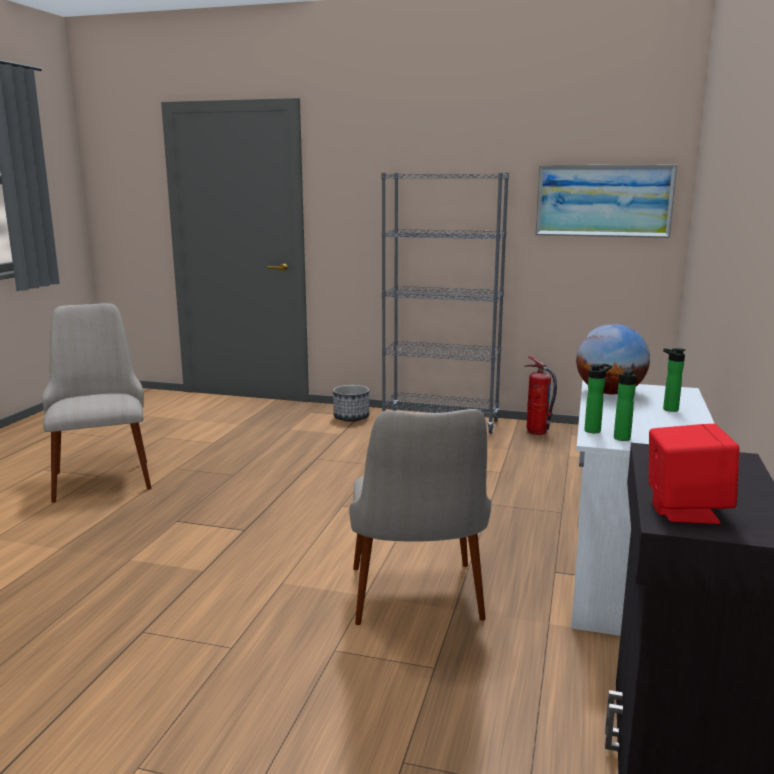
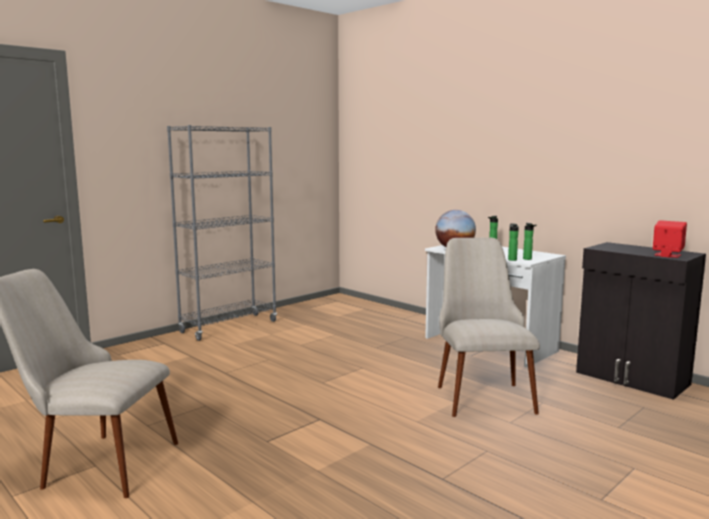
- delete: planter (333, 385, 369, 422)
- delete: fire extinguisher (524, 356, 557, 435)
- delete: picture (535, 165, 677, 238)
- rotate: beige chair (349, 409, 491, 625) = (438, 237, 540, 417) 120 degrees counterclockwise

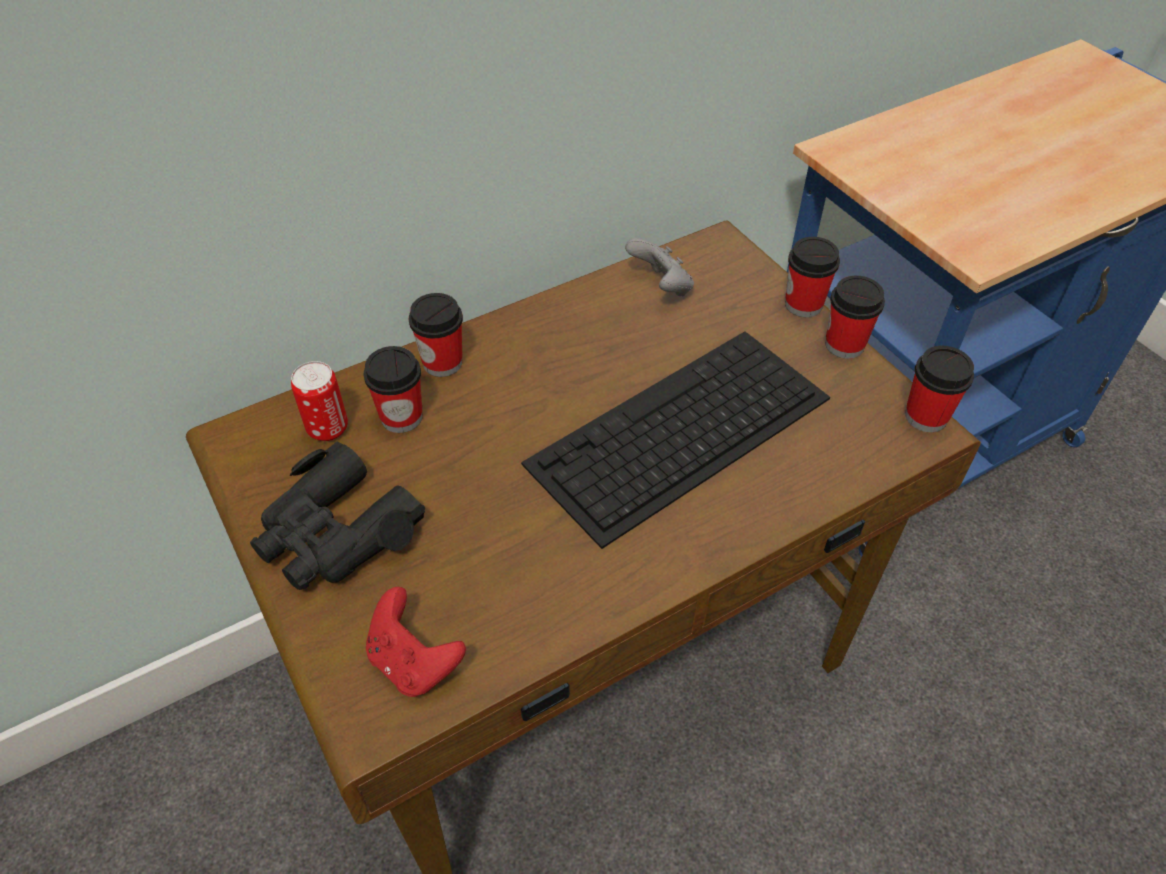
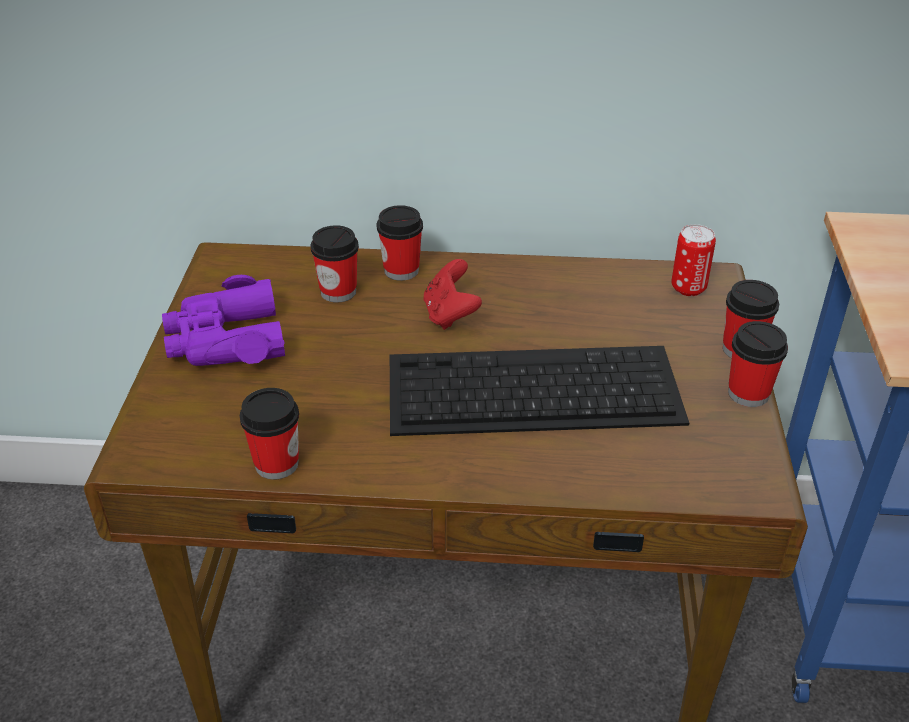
- delete: grey game controller (625, 238, 694, 297)
- move: can (291, 361, 348, 441) to (671, 224, 716, 296)
- move: red game controller (366, 587, 466, 697) to (423, 259, 482, 330)
- move: cup (905, 346, 974, 432) to (240, 388, 299, 480)
- recolor: black binoculars (250, 441, 425, 590) to purple binoculars (162, 275, 285, 366)

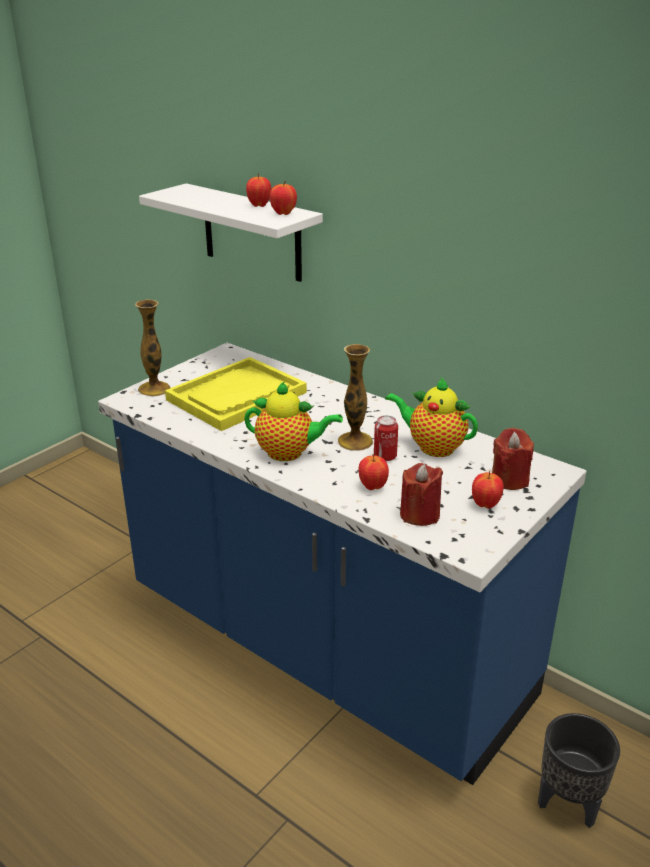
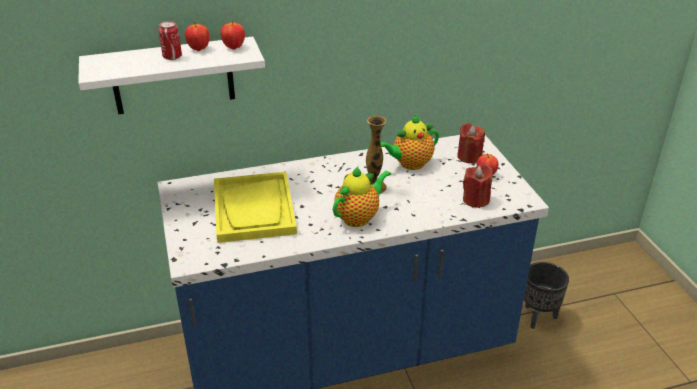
- delete: vase (135, 300, 171, 396)
- delete: apple (358, 454, 389, 490)
- move: can (374, 415, 398, 461) to (158, 21, 182, 60)

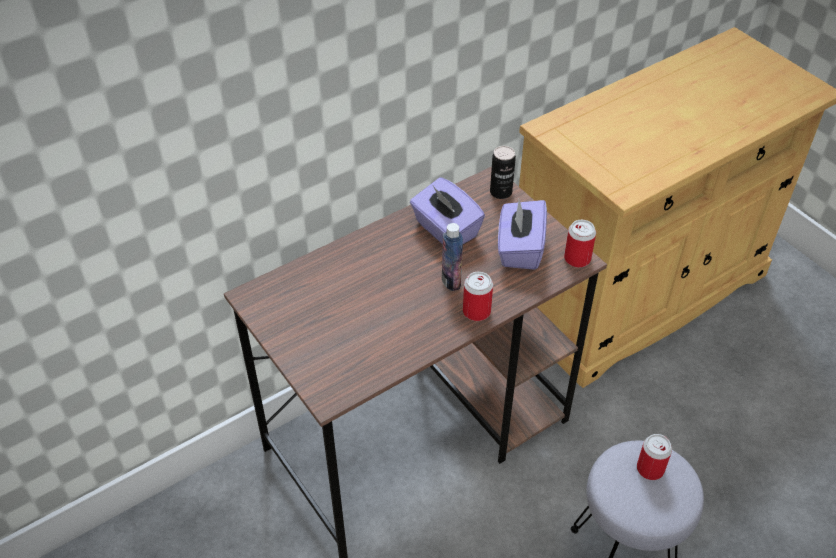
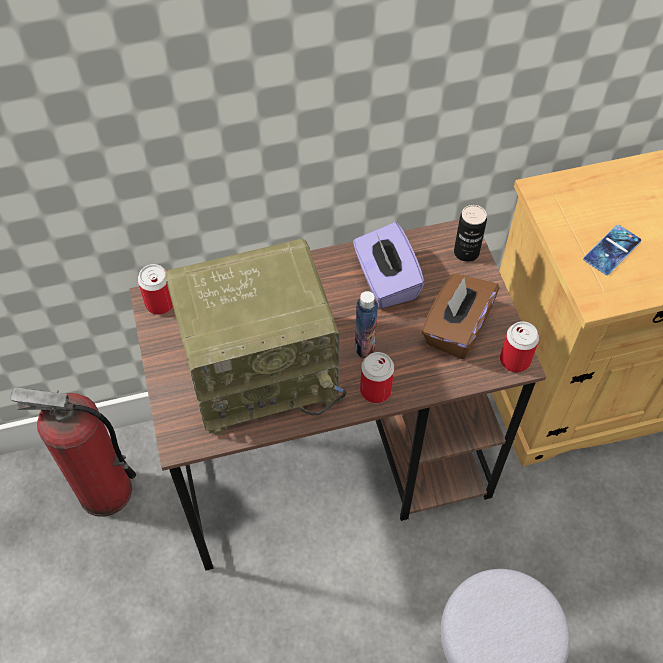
- insert: fire extinguisher (11, 387, 136, 517)
- insert: radio (165, 238, 347, 435)
- insert: phone (583, 225, 641, 275)
- move: can (637, 434, 672, 480) to (138, 264, 173, 315)
- recolor: purple tissue box (498, 200, 547, 270) to brown tissue box (422, 274, 499, 359)

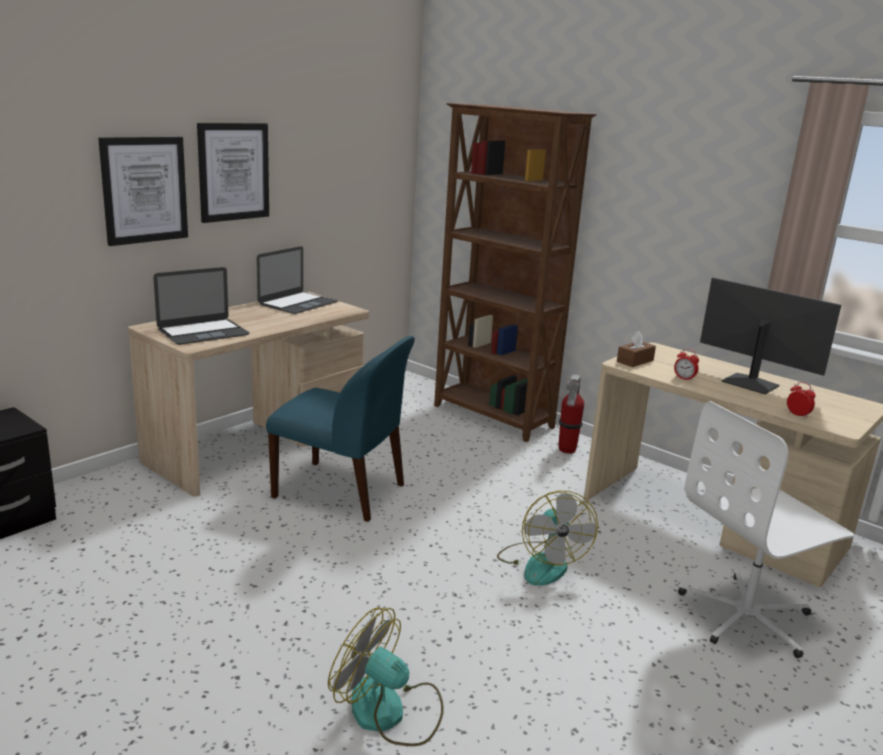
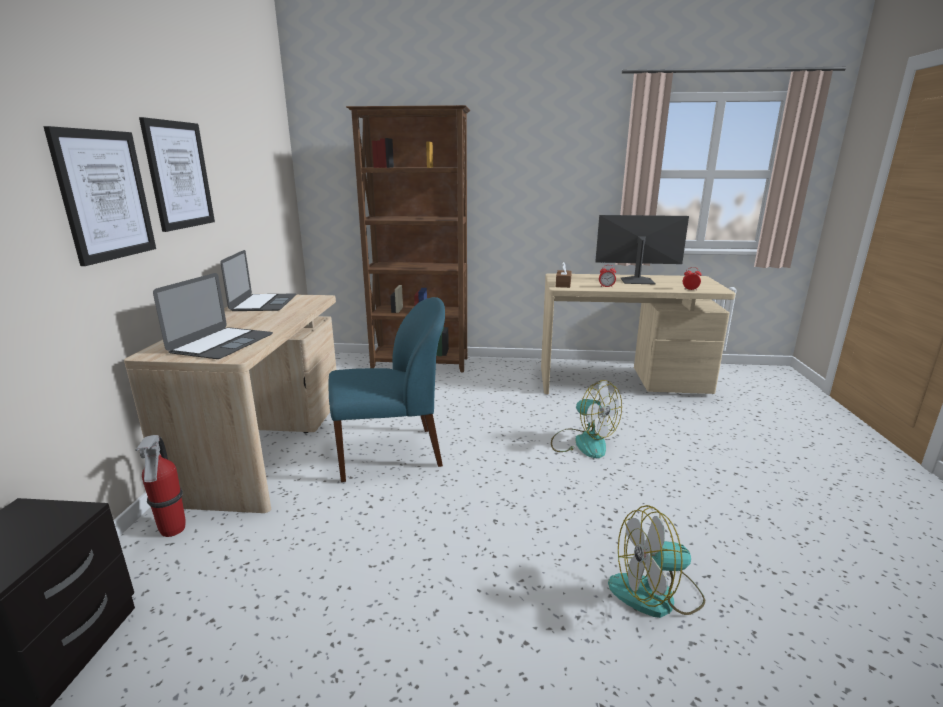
- delete: white office chair (678, 401, 854, 658)
- move: fire extinguisher (559, 375, 584, 454) to (135, 435, 186, 537)

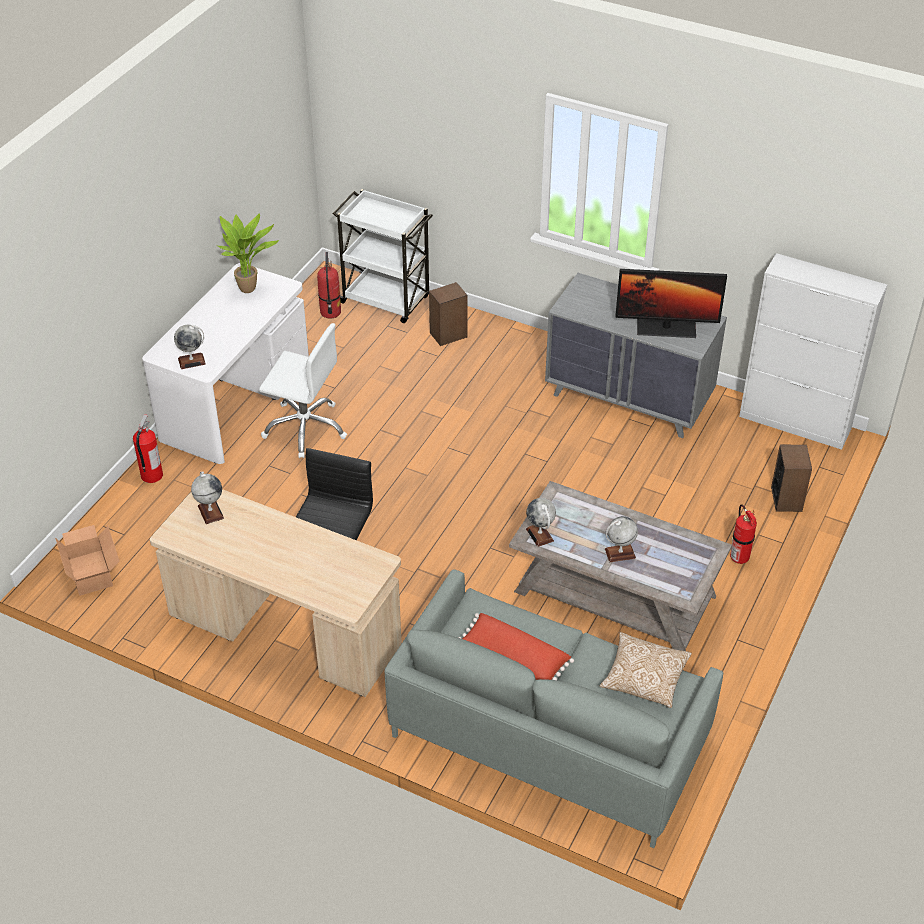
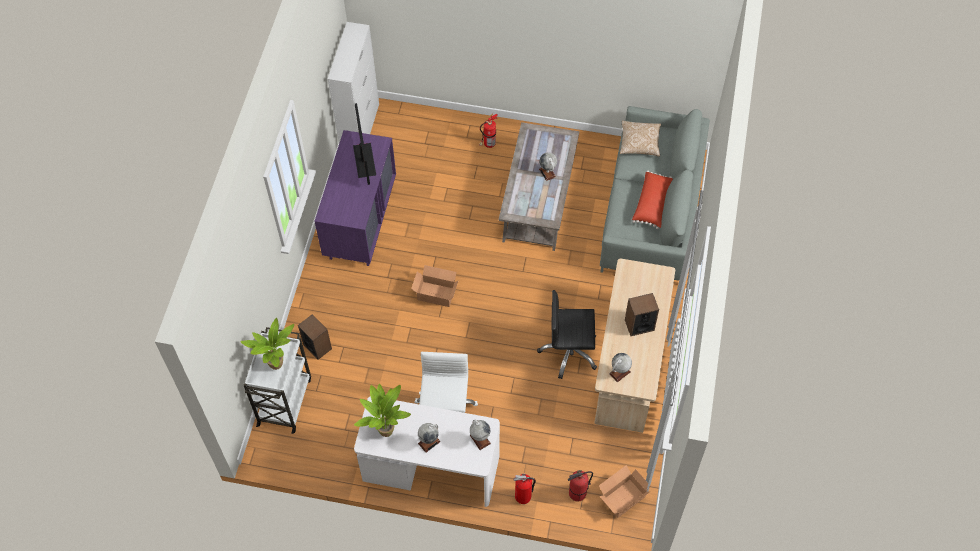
- insert: potted plant (240, 318, 294, 370)
- insert: cardboard box (411, 265, 459, 307)
- move: fire extinguisher (317, 252, 341, 318) to (568, 470, 593, 501)
- move: globe (526, 498, 556, 547) to (418, 423, 441, 453)
- move: speaker (771, 445, 812, 512) to (625, 293, 659, 336)
- recolor: grey dresser (545, 273, 727, 438) to purple dresser (314, 130, 396, 266)

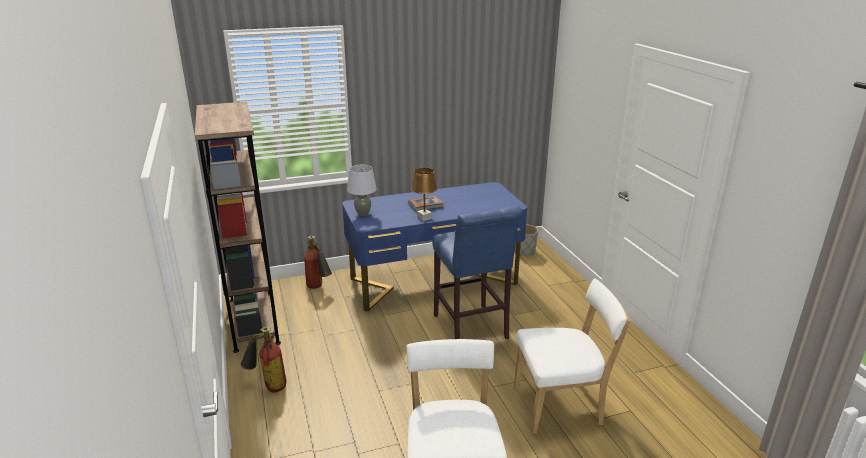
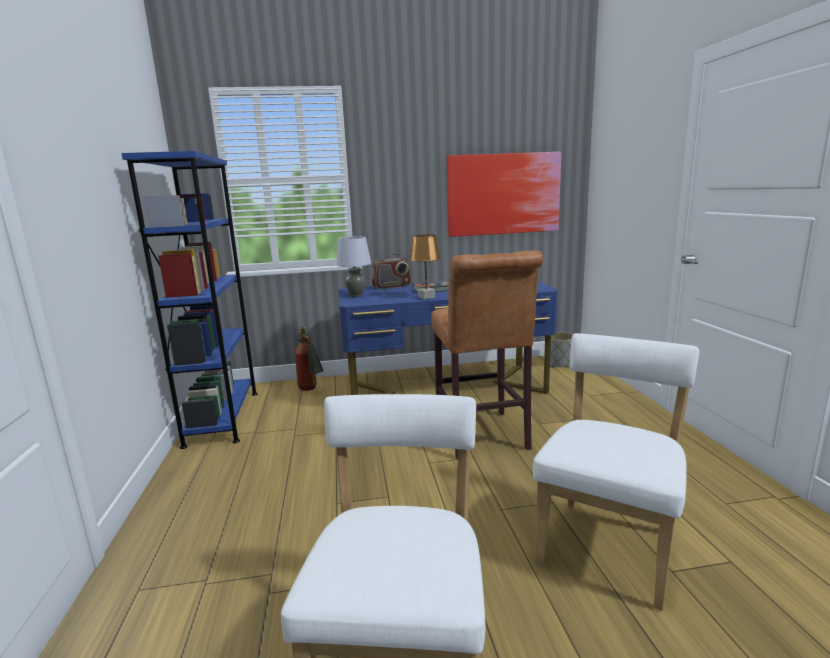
- delete: fire extinguisher (241, 326, 287, 392)
- insert: radio (372, 253, 411, 289)
- insert: picture (447, 152, 561, 237)
- recolor: brown bookcase (195, 102, 281, 353) to blue bookcase (121, 151, 258, 449)
- recolor: blue stool (432, 206, 523, 339) to brown stool (431, 251, 543, 459)
- rotate: white chair (514, 278, 631, 434) = (533, 333, 699, 611) 60 degrees counterclockwise

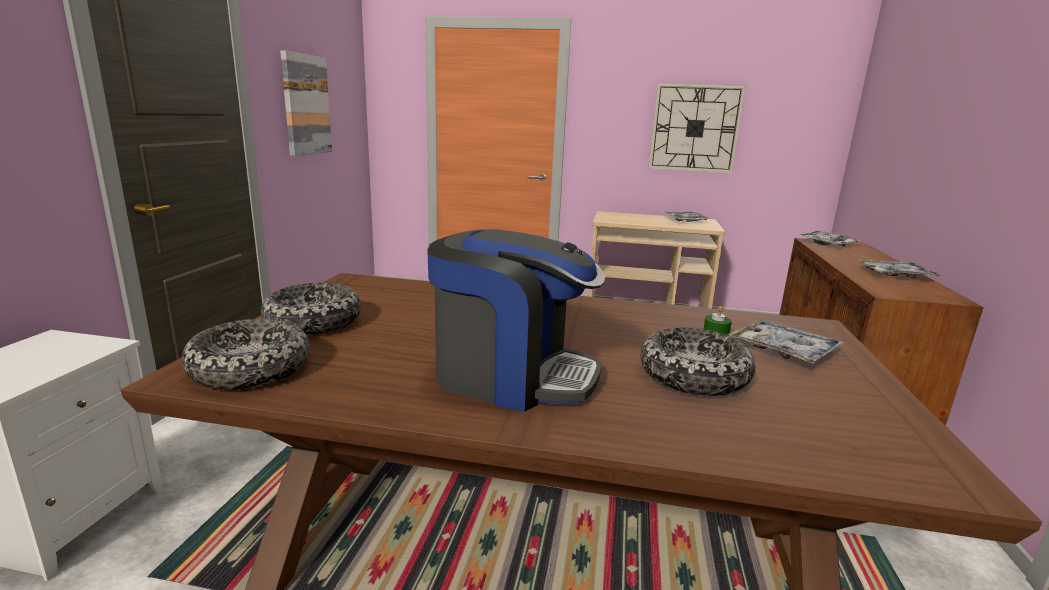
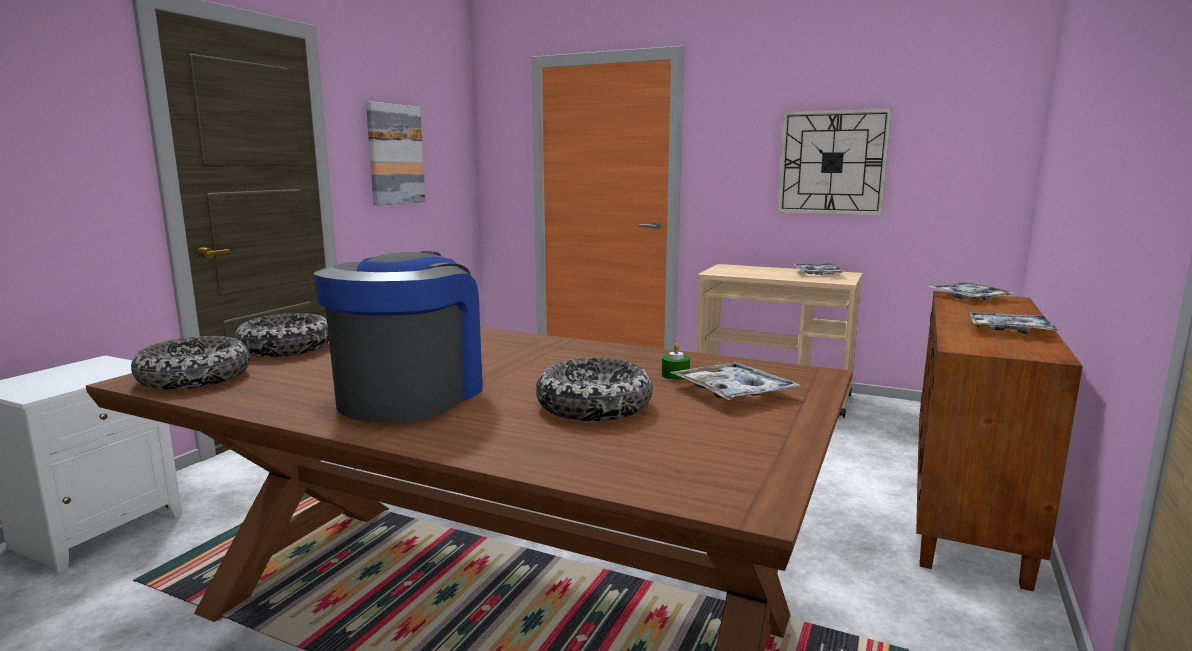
- rotate: coffee machine (427, 229, 605, 412) = (314, 251, 483, 423) 105 degrees counterclockwise

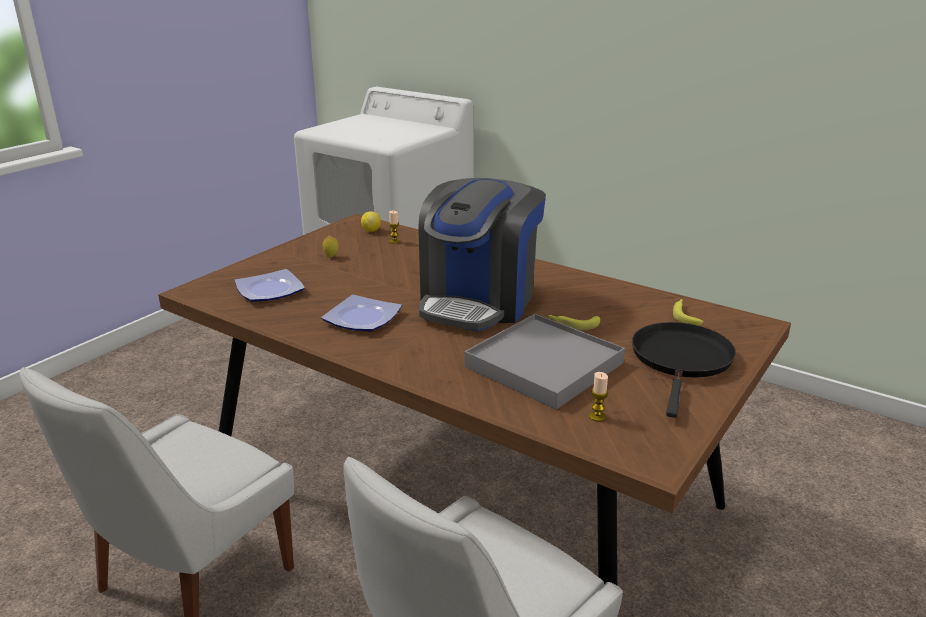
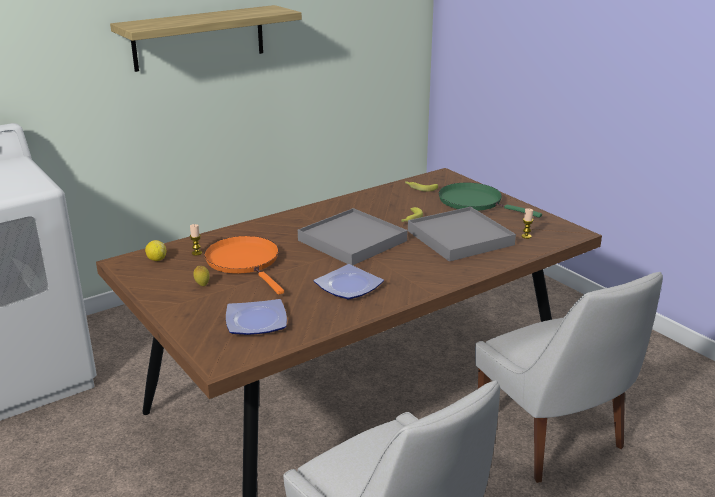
- insert: shelf (110, 5, 302, 72)
- insert: orange frying pan (204, 236, 284, 295)
- replace: coffee machine (418, 178, 546, 331) to grey tray (298, 208, 407, 265)
- recolor: black frying pan (632, 322, 736, 418) to green frying pan (439, 183, 542, 218)

